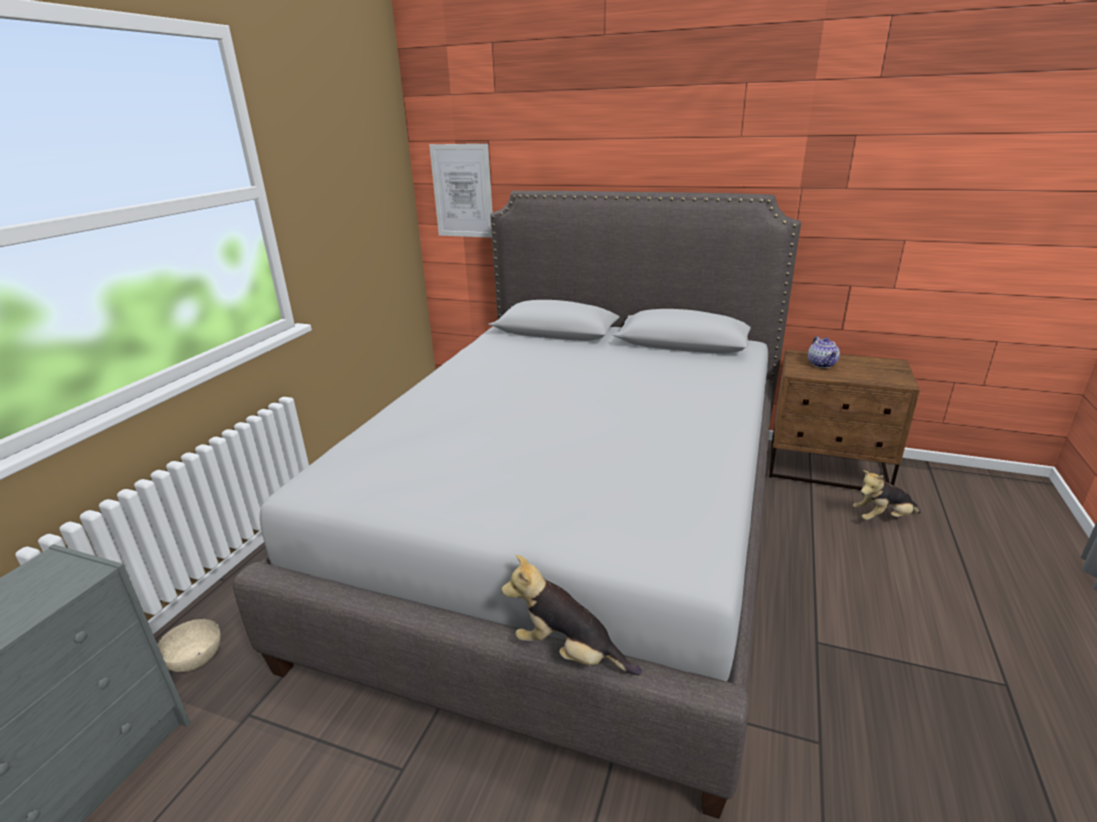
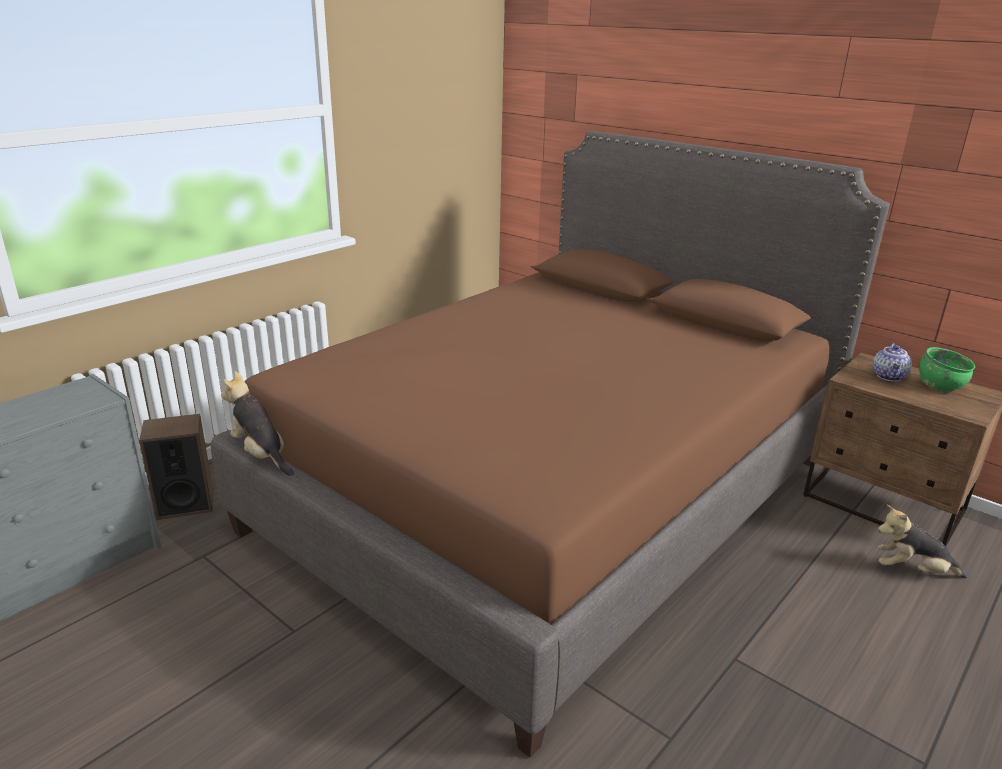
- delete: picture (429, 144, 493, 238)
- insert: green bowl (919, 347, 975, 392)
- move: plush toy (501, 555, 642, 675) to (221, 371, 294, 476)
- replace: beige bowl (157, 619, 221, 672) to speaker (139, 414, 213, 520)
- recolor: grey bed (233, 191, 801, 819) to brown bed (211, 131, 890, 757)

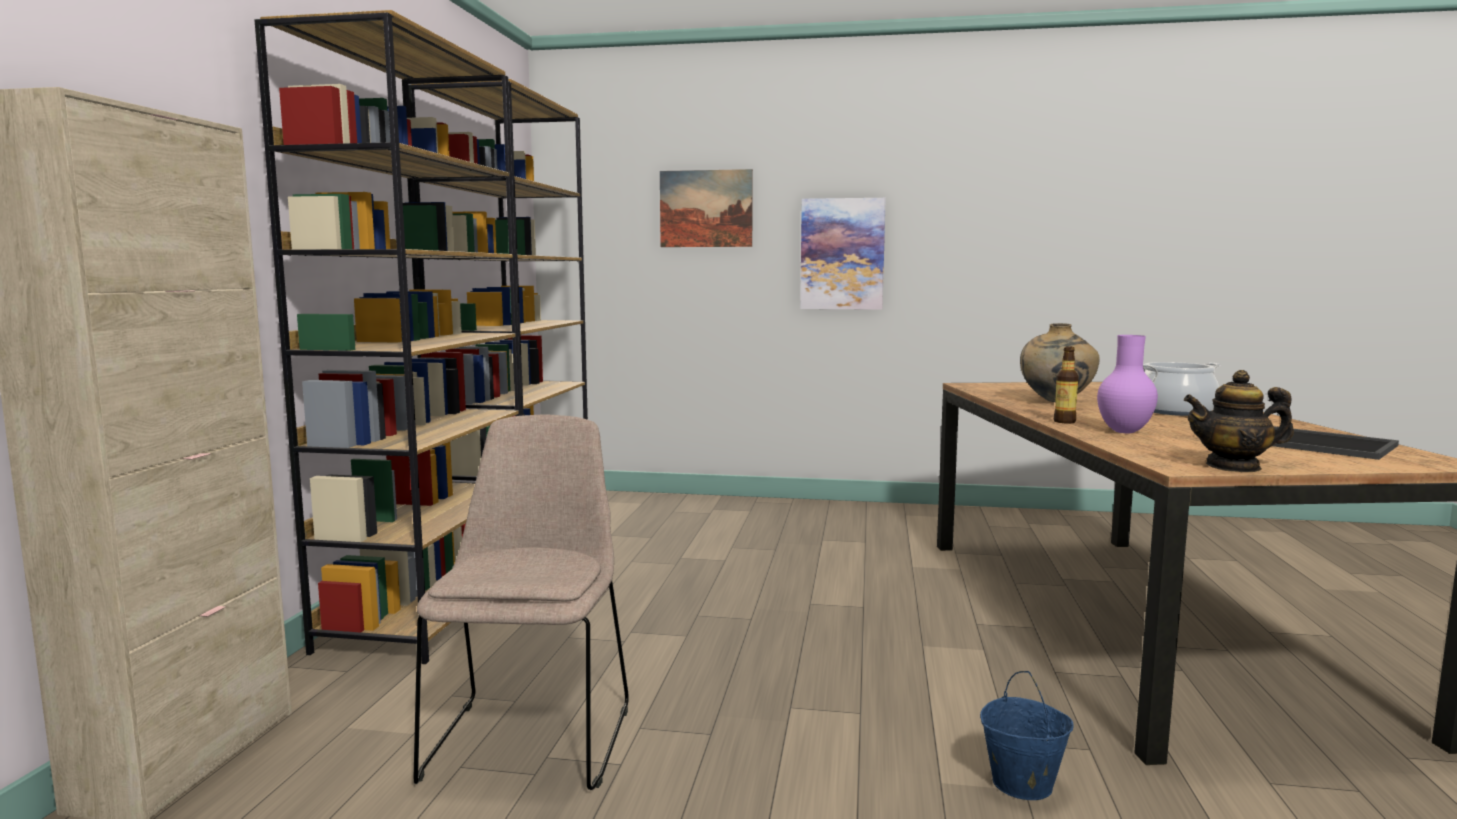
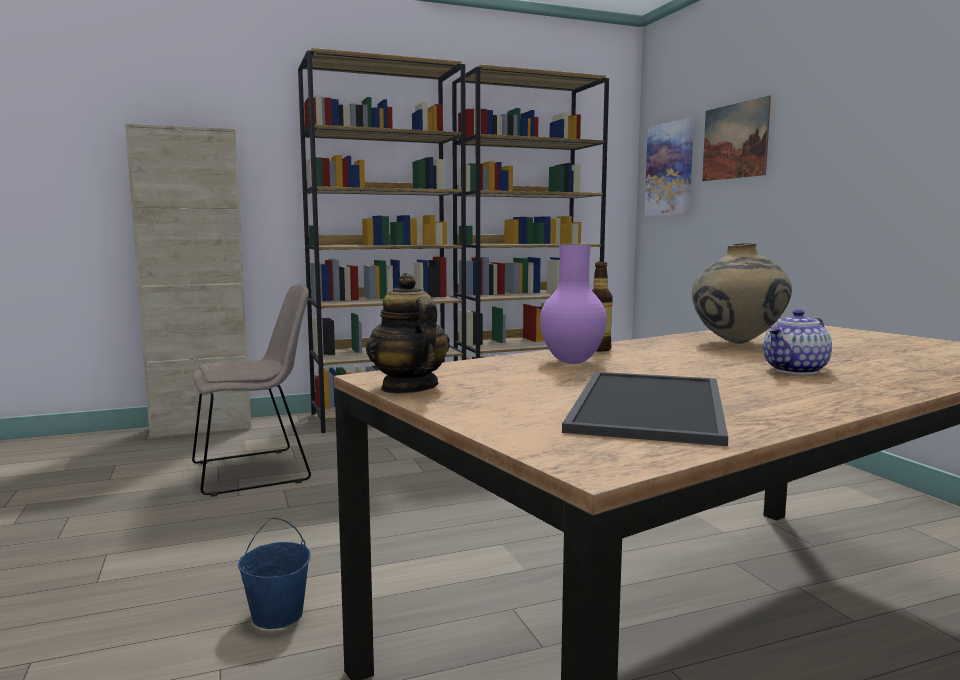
- move: picture (800, 198, 886, 310) to (644, 118, 694, 216)
- replace: cooking pot (1143, 362, 1220, 416) to teapot (763, 309, 832, 375)

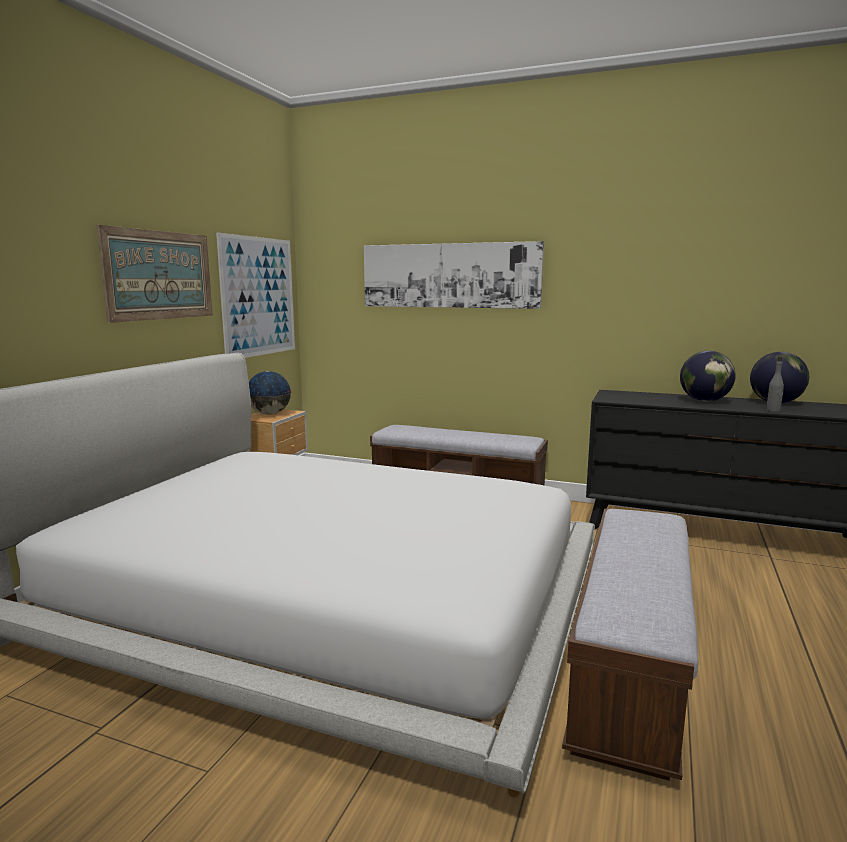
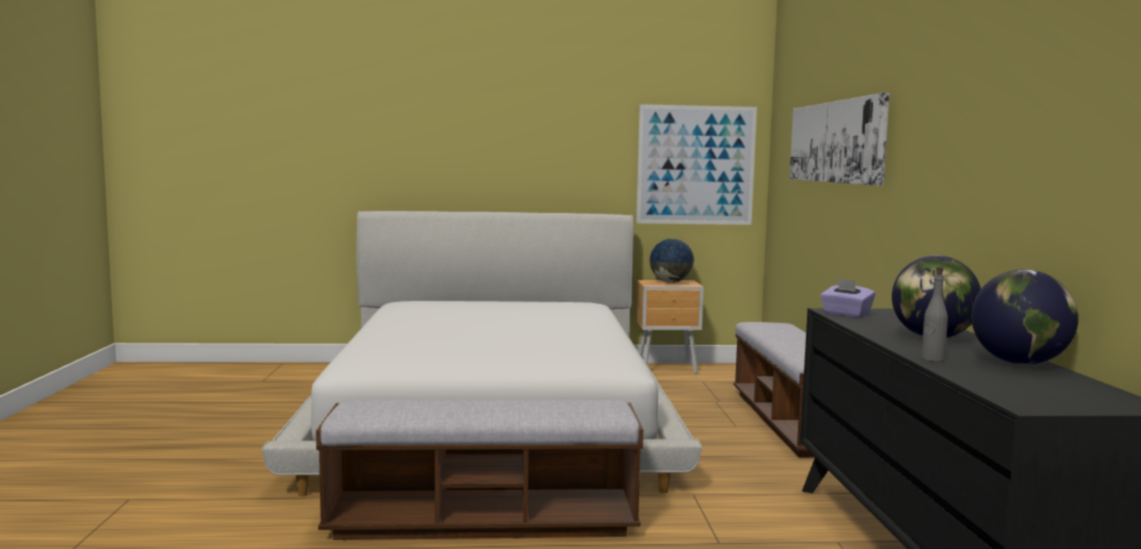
- delete: picture (96, 225, 213, 323)
- insert: purple tissue box (820, 278, 875, 317)

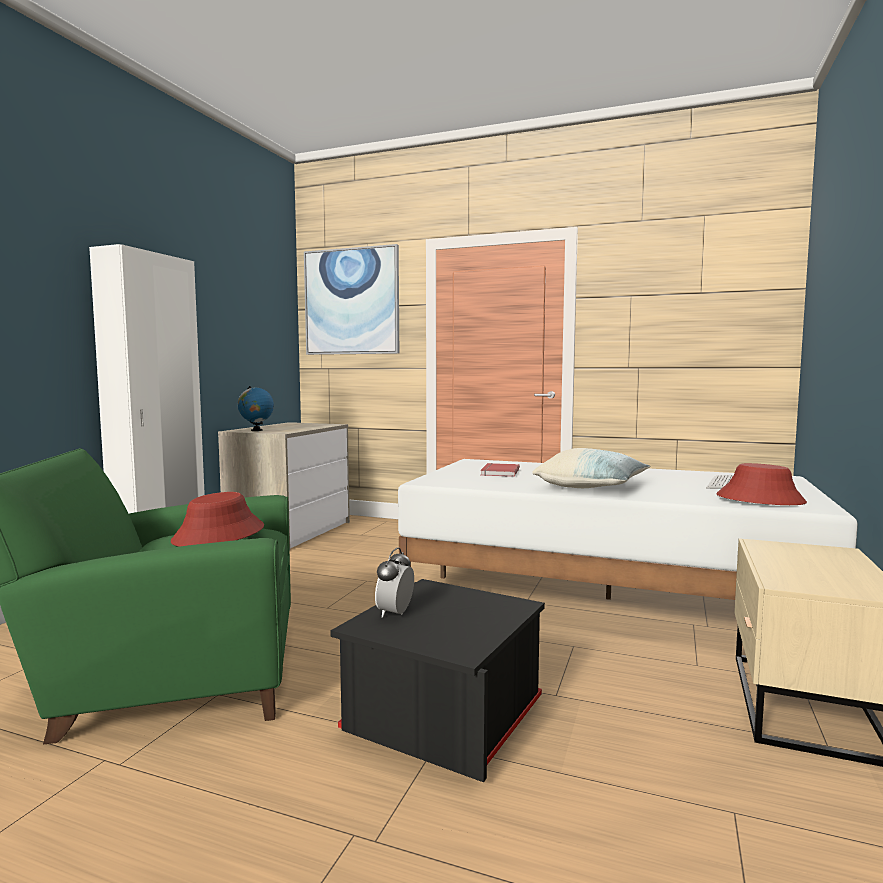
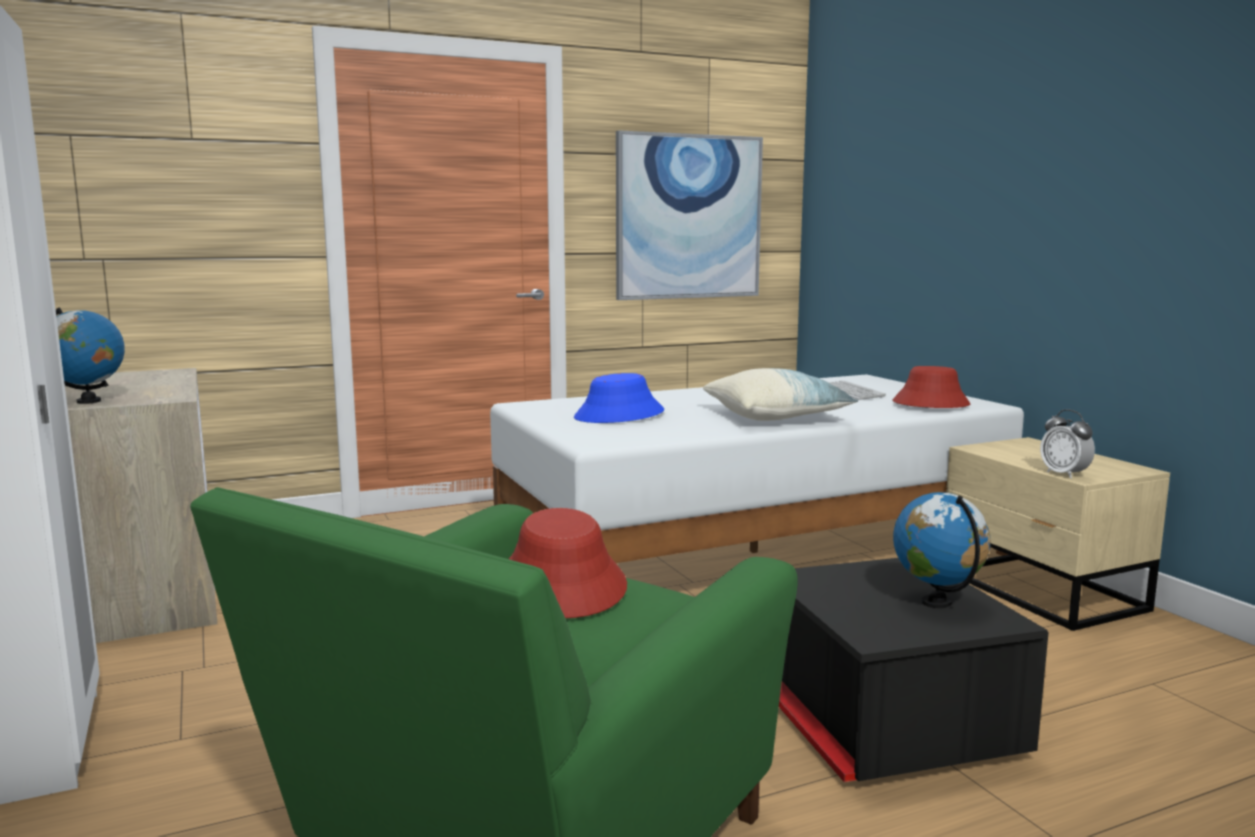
- insert: globe (893, 492, 991, 608)
- move: picture (304, 244, 399, 355) to (616, 130, 763, 300)
- move: alarm clock (375, 548, 414, 618) to (1040, 410, 1095, 479)
- replace: red book (480, 463, 520, 477) to blue hat (574, 373, 664, 423)

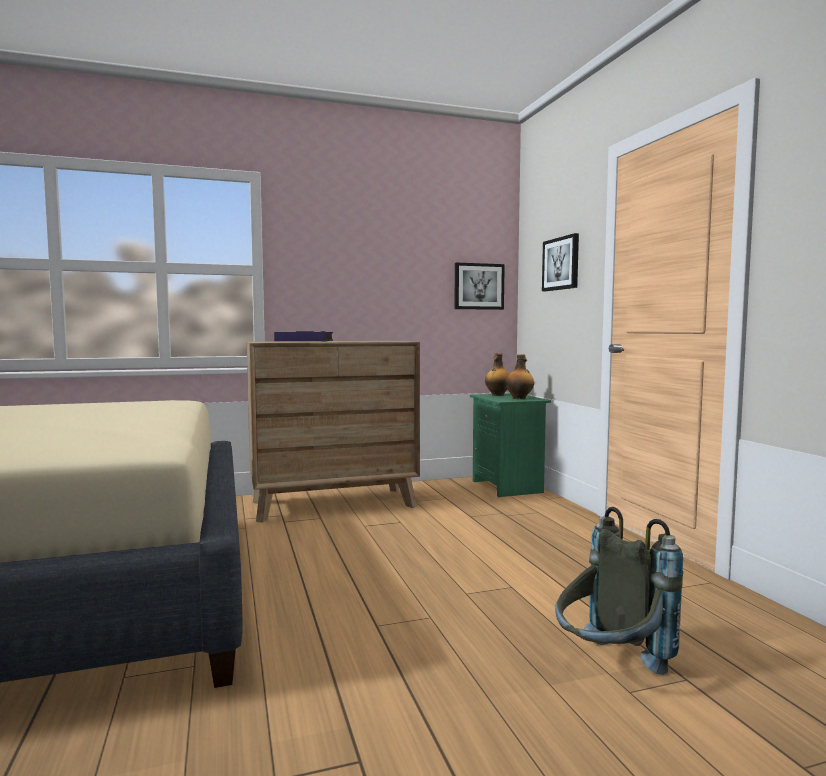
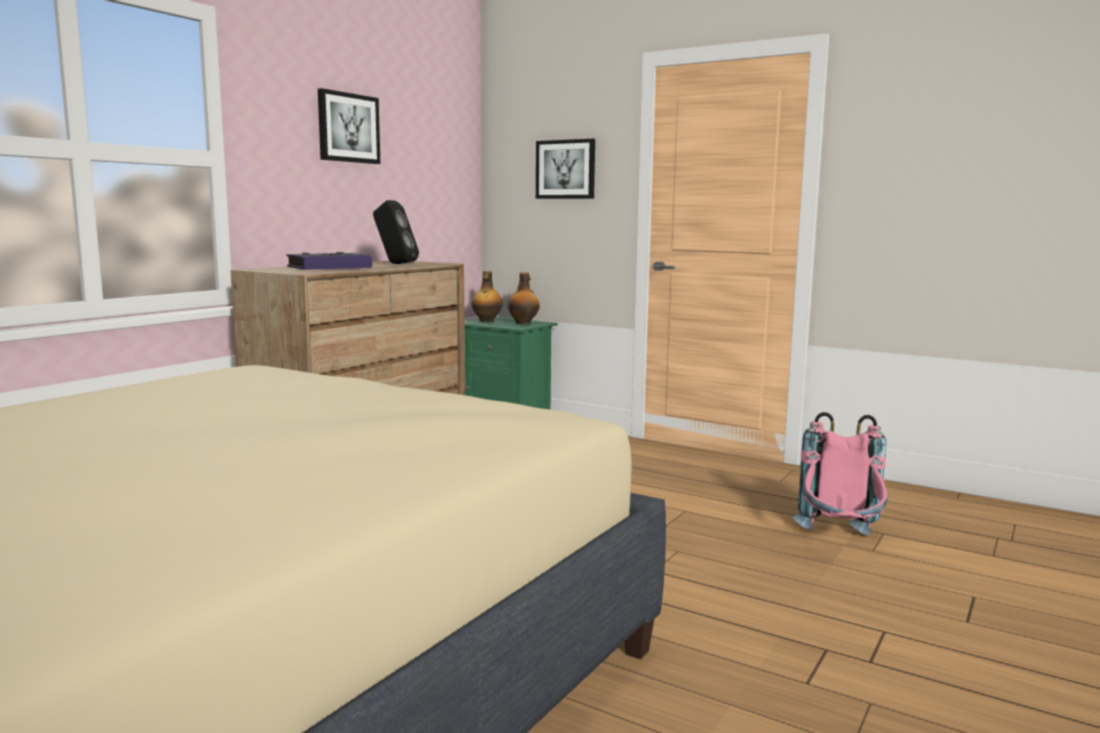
- insert: black speaker (373, 200, 419, 264)
- move: picture (455, 262, 505, 310) to (318, 88, 380, 164)
- recolor: grey backpack (555, 507, 683, 675) to pink backpack (793, 412, 888, 535)

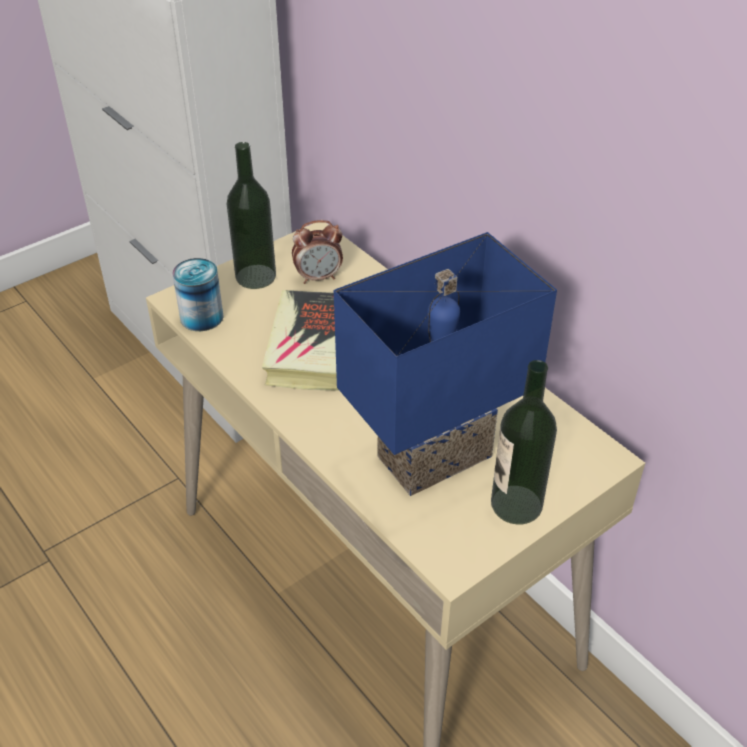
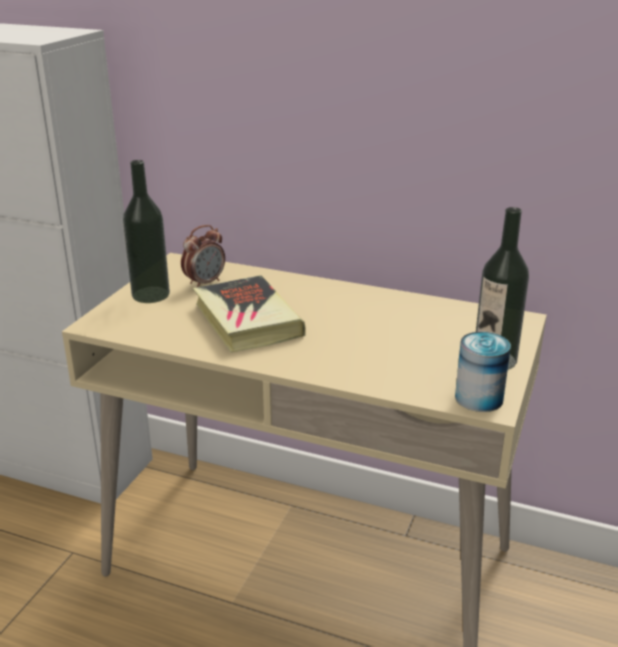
- delete: blue table lamp (334, 232, 557, 496)
- move: can (172, 258, 224, 331) to (455, 332, 511, 412)

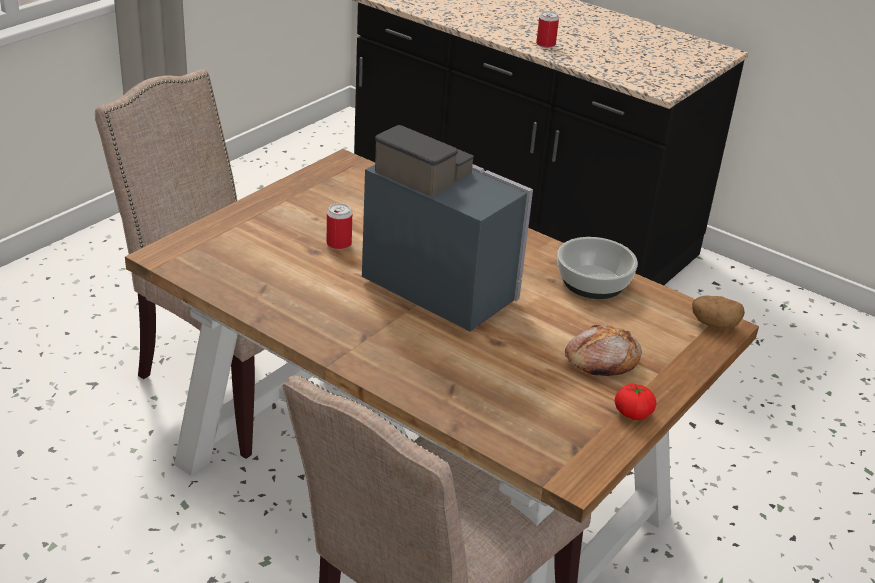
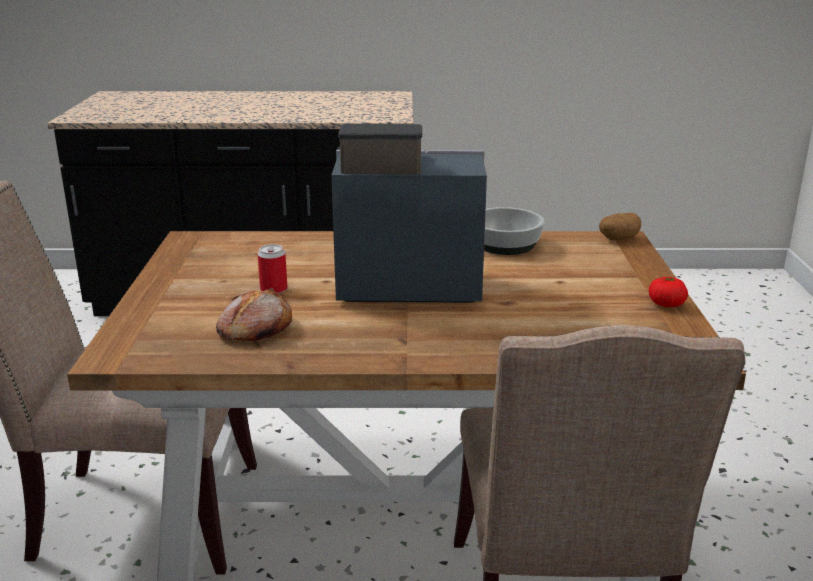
- delete: can (536, 11, 559, 48)
- move: bread (565, 324, 642, 376) to (216, 288, 292, 341)

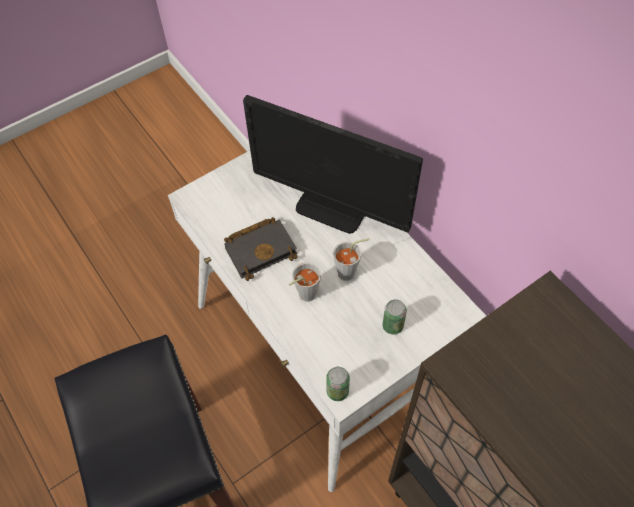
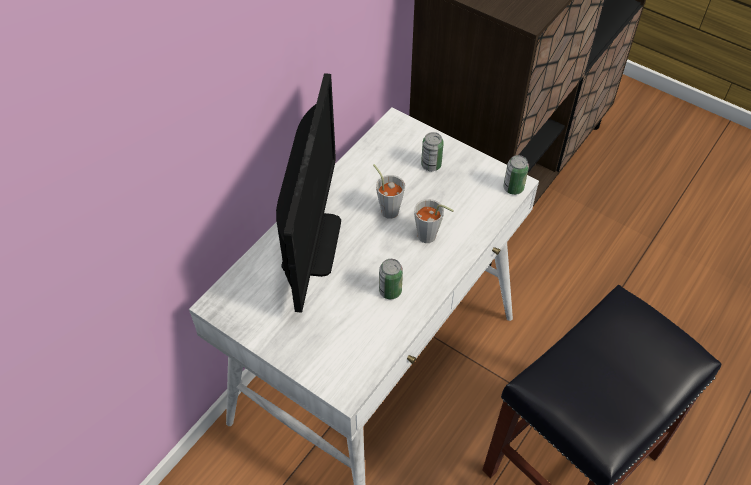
- replace: black book (224, 217, 298, 281) to can (379, 259, 403, 299)

